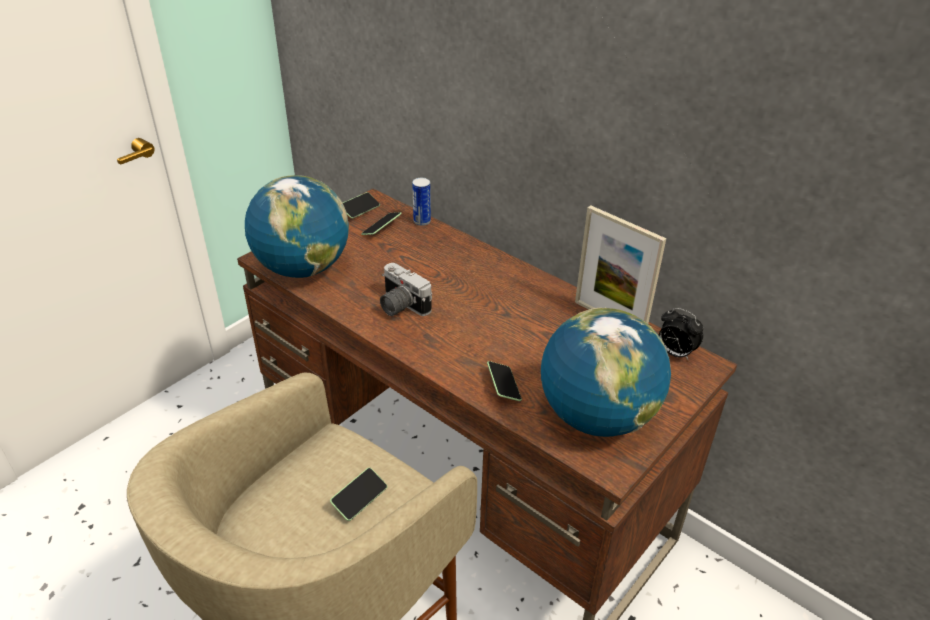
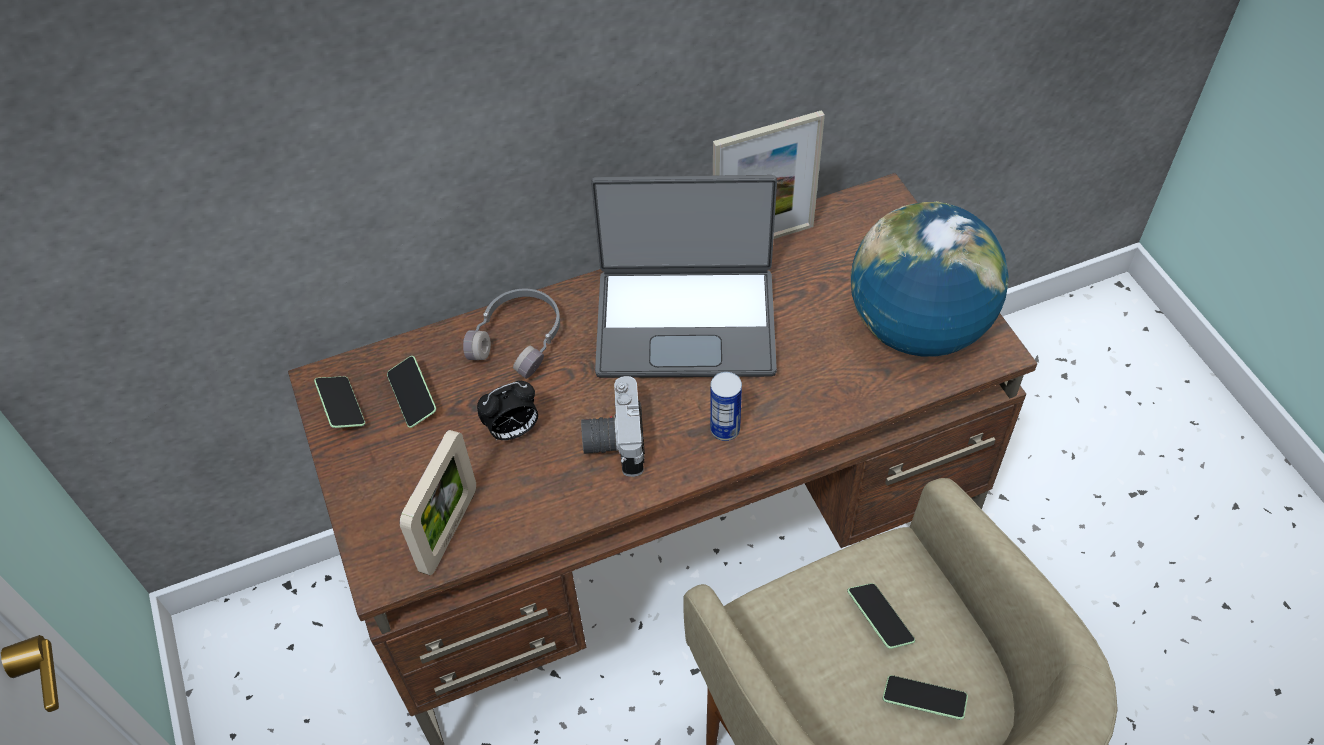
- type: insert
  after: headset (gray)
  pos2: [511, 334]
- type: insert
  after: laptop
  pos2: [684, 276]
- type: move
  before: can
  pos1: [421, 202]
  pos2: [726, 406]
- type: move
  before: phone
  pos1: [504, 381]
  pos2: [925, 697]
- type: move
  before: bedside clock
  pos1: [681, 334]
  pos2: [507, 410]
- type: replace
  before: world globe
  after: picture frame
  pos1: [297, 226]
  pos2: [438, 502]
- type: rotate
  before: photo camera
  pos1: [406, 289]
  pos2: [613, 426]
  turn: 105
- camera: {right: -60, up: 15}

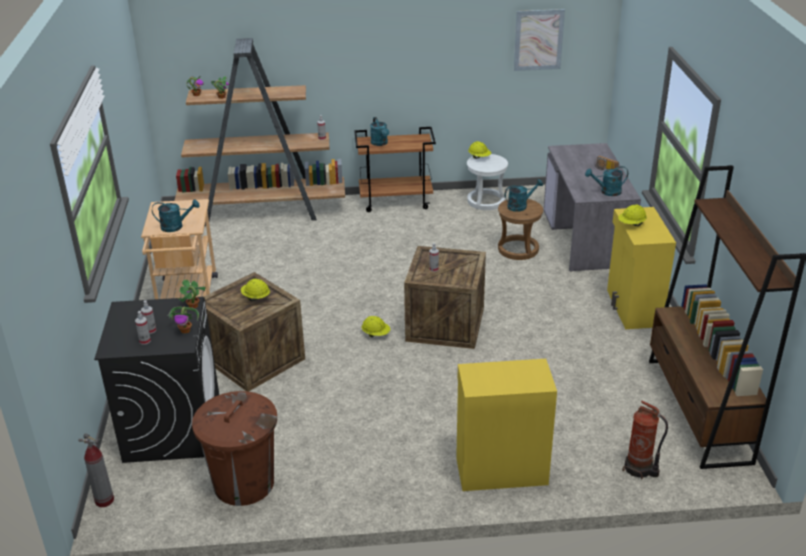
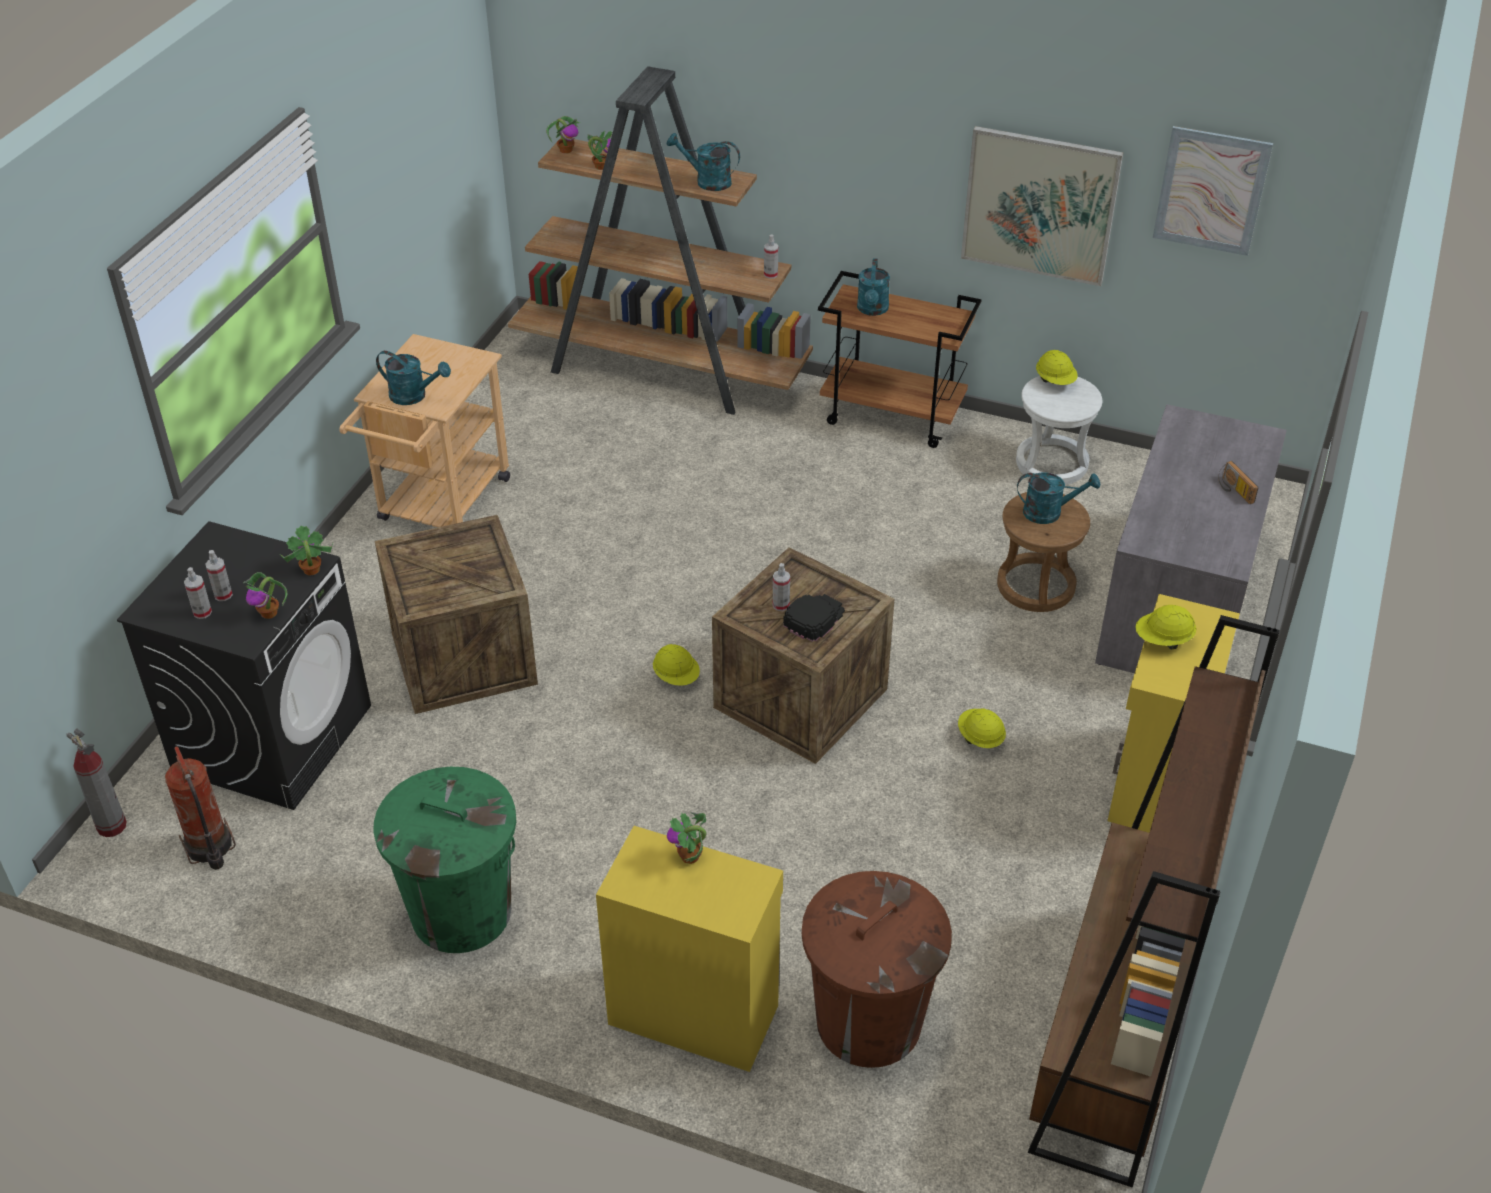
- type: insert
  after: trash can (greenish)
  pos2: [445, 860]
- type: insert
  after: houseplant
  pos2: [686, 838]
- type: insert
  after: baseball cap (black-coloured)
  pos2: [814, 618]
- type: insert
  after: wall picture
  pos2: [1042, 206]
- type: move
  before: trash can (brown-coloured)
  pos1: [234, 448]
  pos2: [877, 969]
- type: move
  before: hard hat (yellow)
  pos1: [255, 290]
  pos2: [982, 728]
- type: move
  before: watering pot (blue-green)
  pos1: [606, 181]
  pos2: [703, 162]
- type: move
  before: extinguisher
  pos1: [645, 440]
  pos2: [200, 808]
- camera: {right: 25, up: 10}

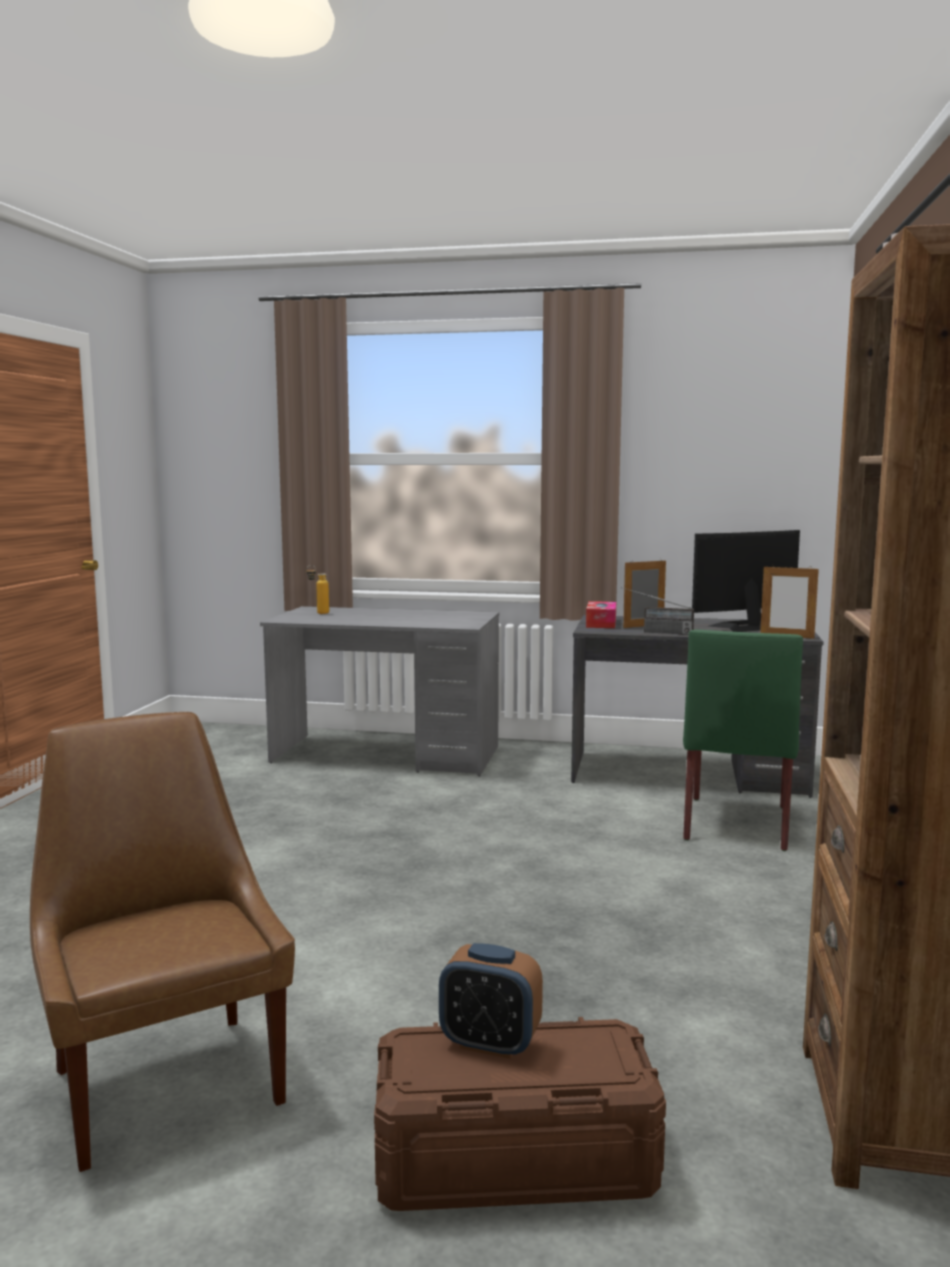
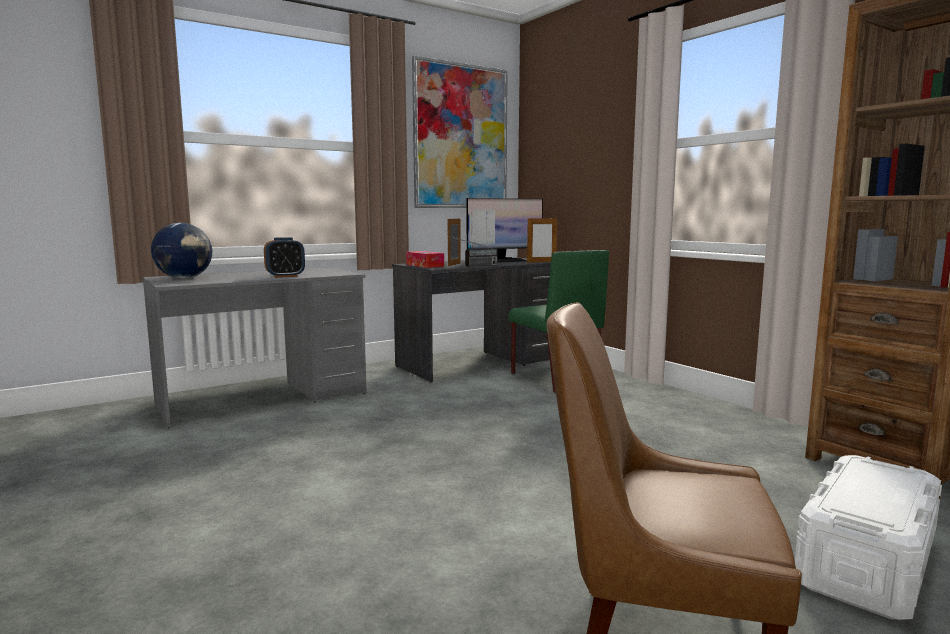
- type: insert
  after: wall picture
  pos2: [460, 132]
- type: move
  before: bedside clock
  pos1: [491, 1001]
  pos2: [284, 257]
- type: replace
  before: bottle
  after: world globe
  pos1: [317, 589]
  pos2: [181, 251]
- type: recolor
  before: storage box (brown-coloured)
  after: storage box (white-coloured)
  pos1: [520, 1114]
  pos2: [868, 537]
- type: rotate
  before: computer display
  pos1: [746, 581]
  pos2: [505, 230]
  turn: -135
- camera: {right: -45, up: 0}

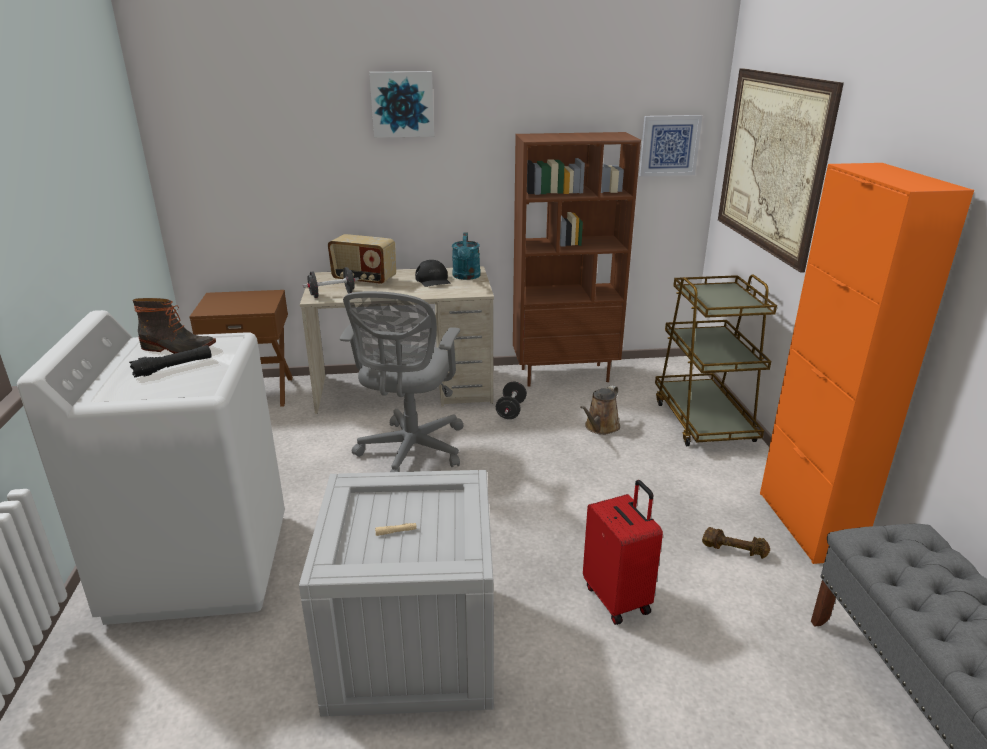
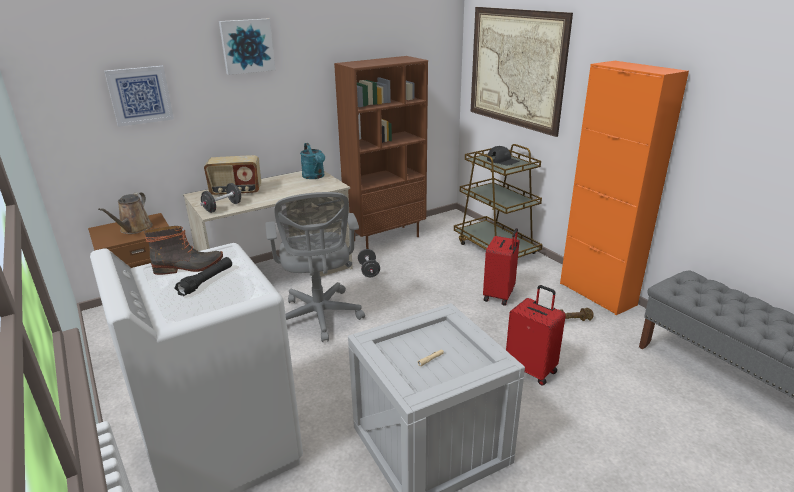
- type: insert
  after: piece of luggage (red)
  pos2: [501, 267]
- type: move
  before: baseball cap (black-coloured)
  pos1: [432, 273]
  pos2: [503, 155]
- type: move
  before: watering pot (brown-coloured)
  pos1: [600, 410]
  pos2: [125, 213]
- type: move
  before: wall picture
  pos1: [670, 146]
  pos2: [139, 96]
- camera: {right: -25, up: 0}

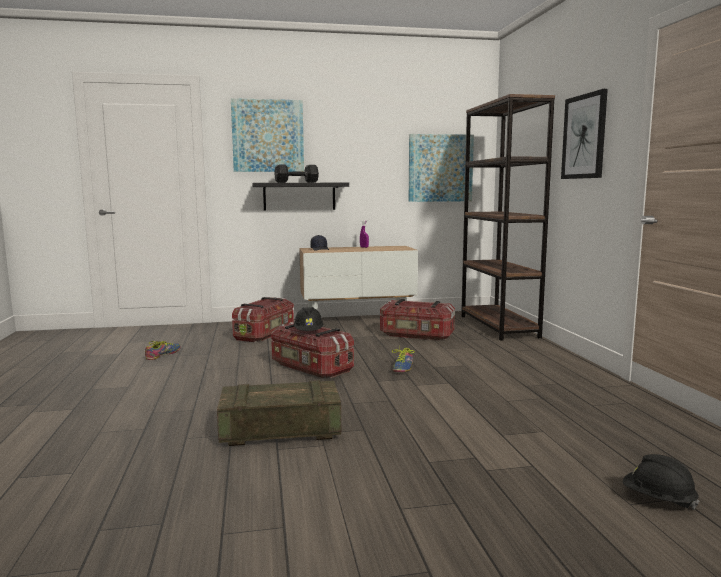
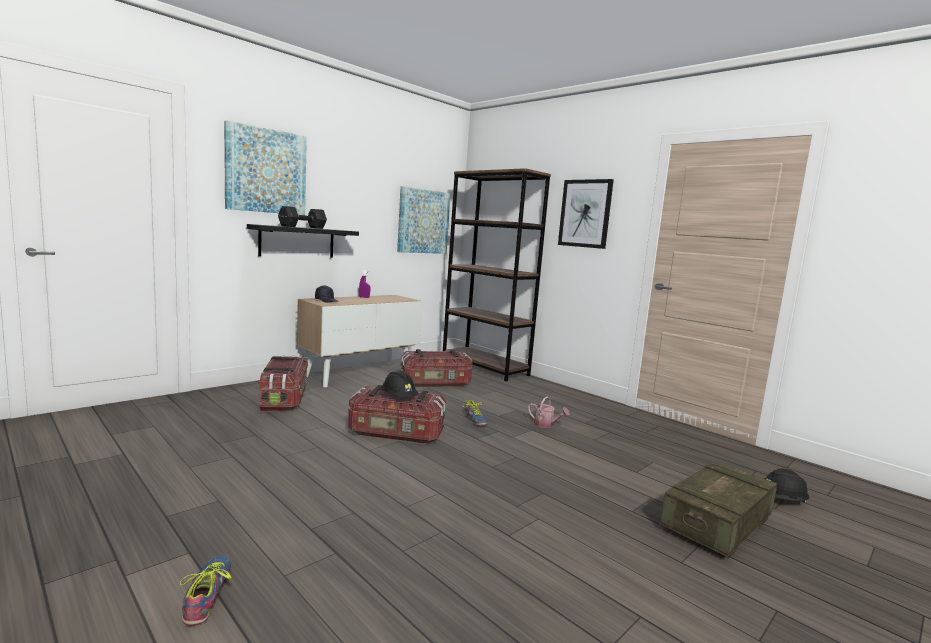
- type: insert
  after: watering pot
  pos2: [549, 412]
- type: move
  before: low shoe
  pos1: [163, 350]
  pos2: [206, 589]
- type: move
  before: crate
  pos1: [279, 413]
  pos2: [718, 509]
- camera: {right: -35, up: 0}

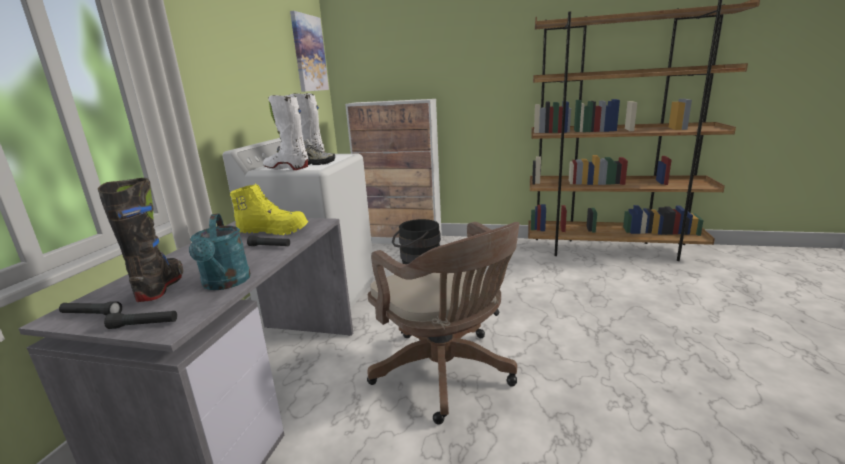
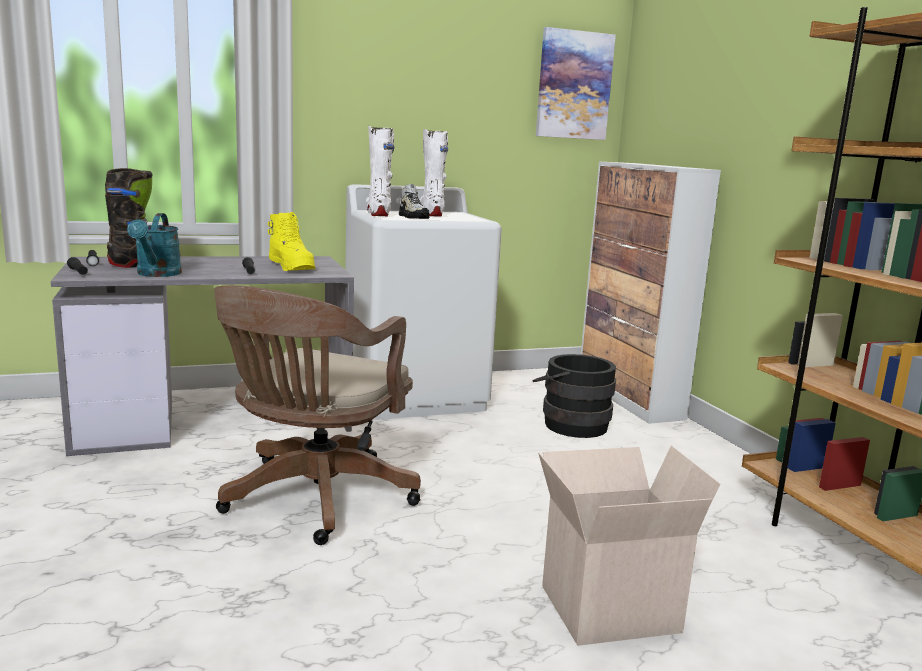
- type: insert
  after: cardboard box
  pos2: [629, 546]
- type: rotate
  before: watering pot (blue-green)
  pos1: [220, 251]
  pos2: [154, 245]
  turn: -45
- camera: {right: 55, up: -5}

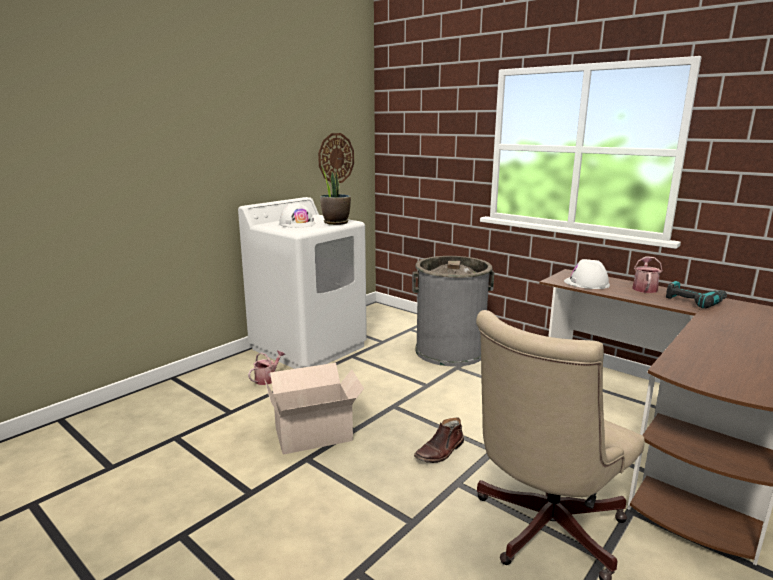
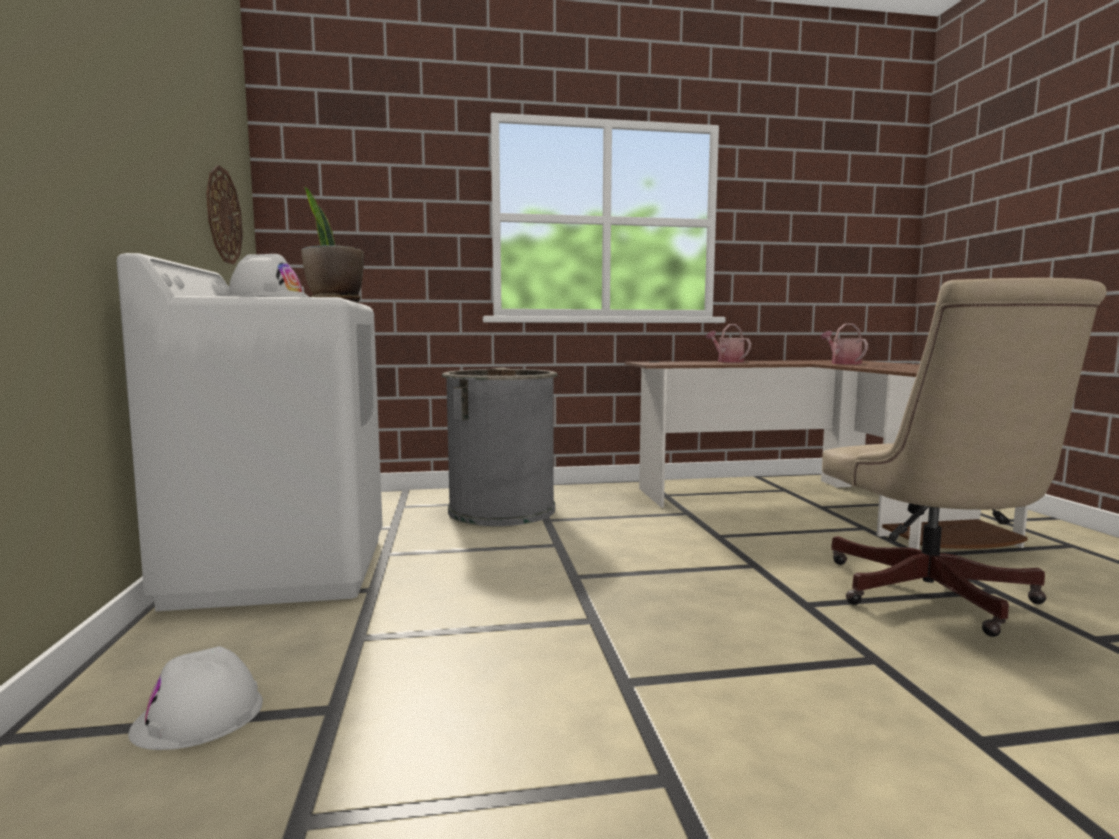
- type: delete
  before: cardboard box
  pos1: [314, 409]
- type: delete
  before: high-top boot (brown-coloured)
  pos1: [439, 440]
- type: delete
  before: electric drill
  pos1: [696, 294]
- type: move
  before: watering pot
  pos1: [266, 367]
  pos2: [844, 344]
- type: move
  before: hard hat (white-coloured)
  pos1: [587, 274]
  pos2: [195, 698]
- camera: {right: -50, up: -10}

